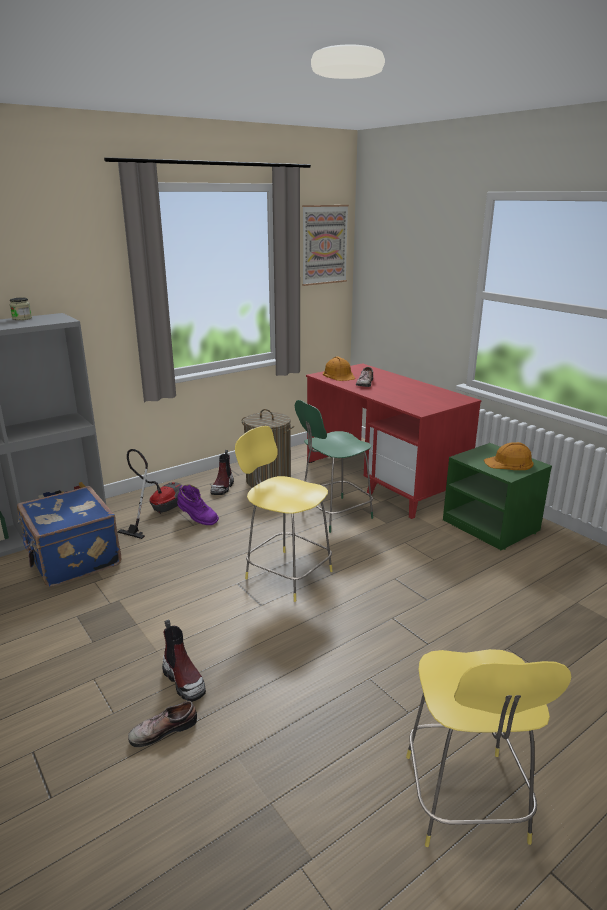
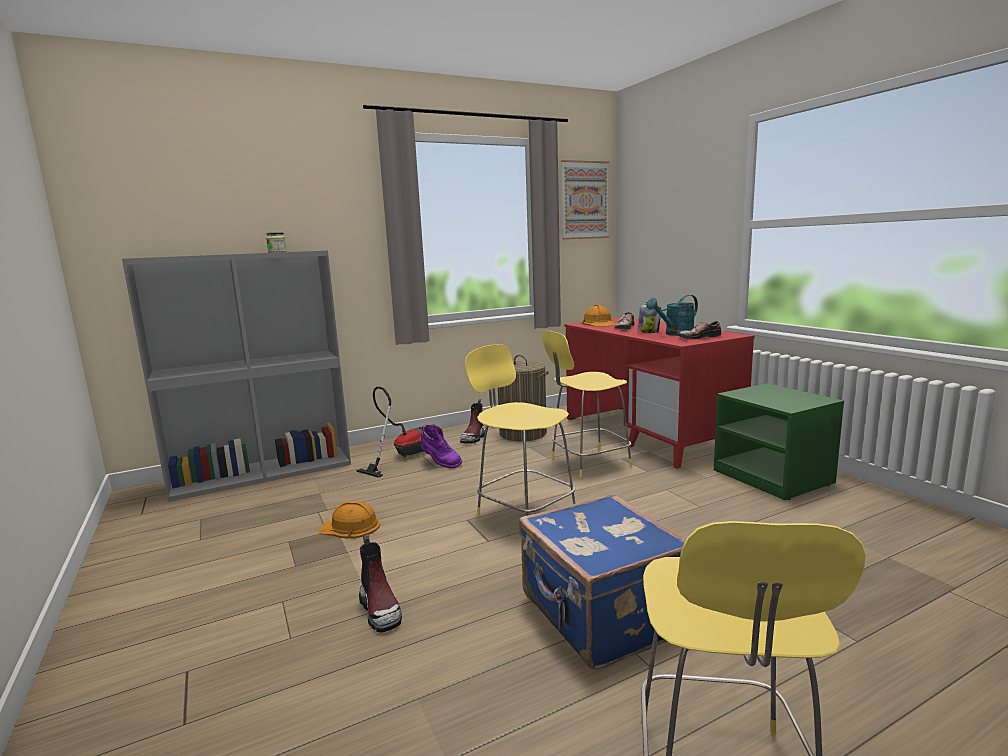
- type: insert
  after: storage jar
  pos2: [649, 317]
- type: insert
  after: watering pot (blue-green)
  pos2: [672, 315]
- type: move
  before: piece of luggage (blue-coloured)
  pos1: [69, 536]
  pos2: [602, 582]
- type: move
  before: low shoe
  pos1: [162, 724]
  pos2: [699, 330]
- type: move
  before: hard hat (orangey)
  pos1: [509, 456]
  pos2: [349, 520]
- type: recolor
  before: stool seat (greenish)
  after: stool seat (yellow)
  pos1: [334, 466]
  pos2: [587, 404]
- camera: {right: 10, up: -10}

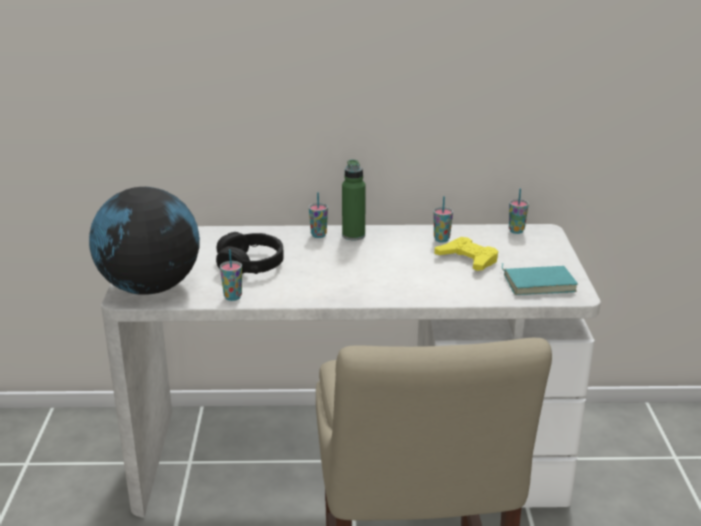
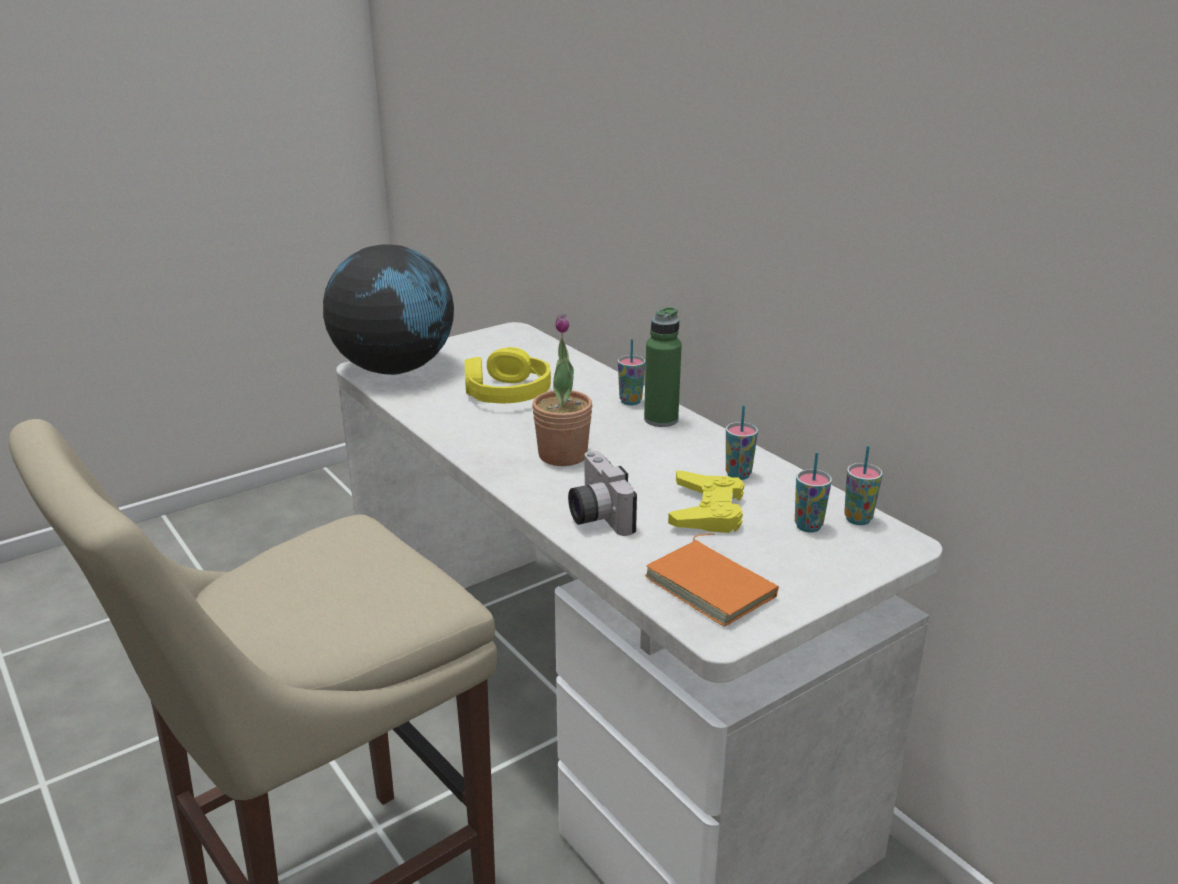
- type: insert
  after: houseplant
  pos2: [562, 390]
- type: insert
  after: photo camera
  pos2: [602, 493]
- type: move
  before: cup
  pos1: [231, 275]
  pos2: [813, 492]
- type: recolor
  before: headset (black-coloured)
  after: headset (yellow)
  pos1: [250, 253]
  pos2: [508, 375]
- type: recolor
  before: volume (blue-green)
  after: volume (orangey)
  pos1: [539, 279]
  pos2: [712, 580]
- camera: {right: 55, up: 0}

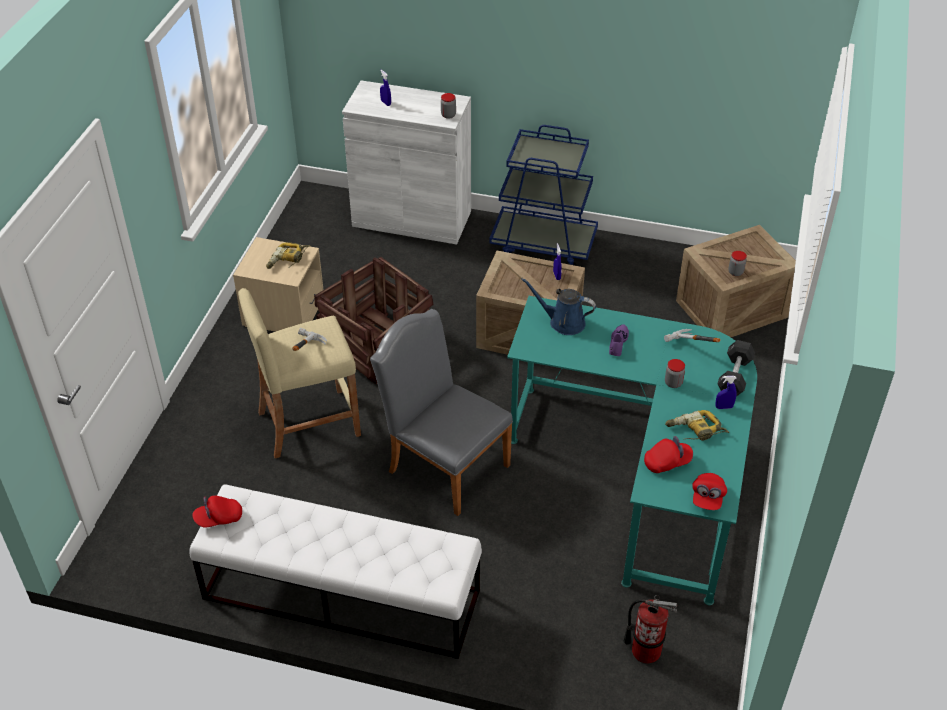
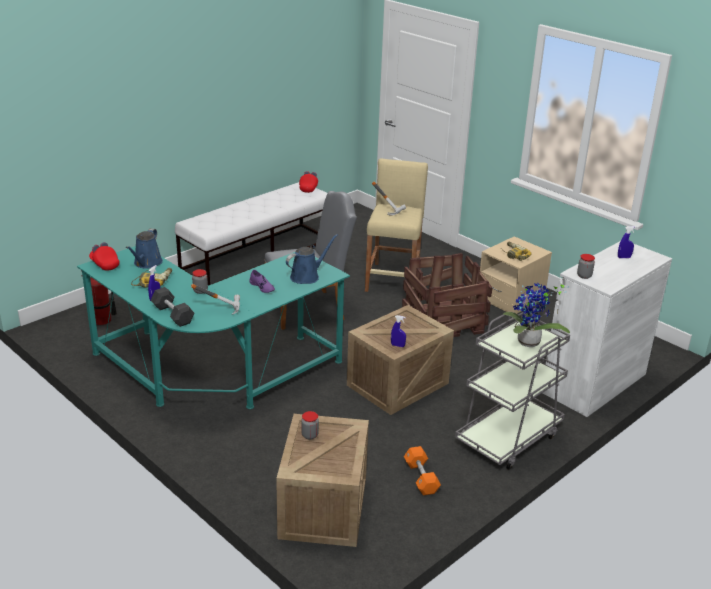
- type: insert
  after: free weight (orangey)
  pos2: [422, 471]
- type: insert
  after: houseplant
  pos2: [536, 315]
- type: replace
  before: baseball cap (red)
  after: watering pot (blue-coloured)
  pos1: [668, 454]
  pos2: [144, 249]
- type: recolor
  before: trolley (blue-coloured)
  after: trolley (gray)
  pos1: [543, 195]
  pos2: [512, 391]
- camera: {right: 120, up: -15}

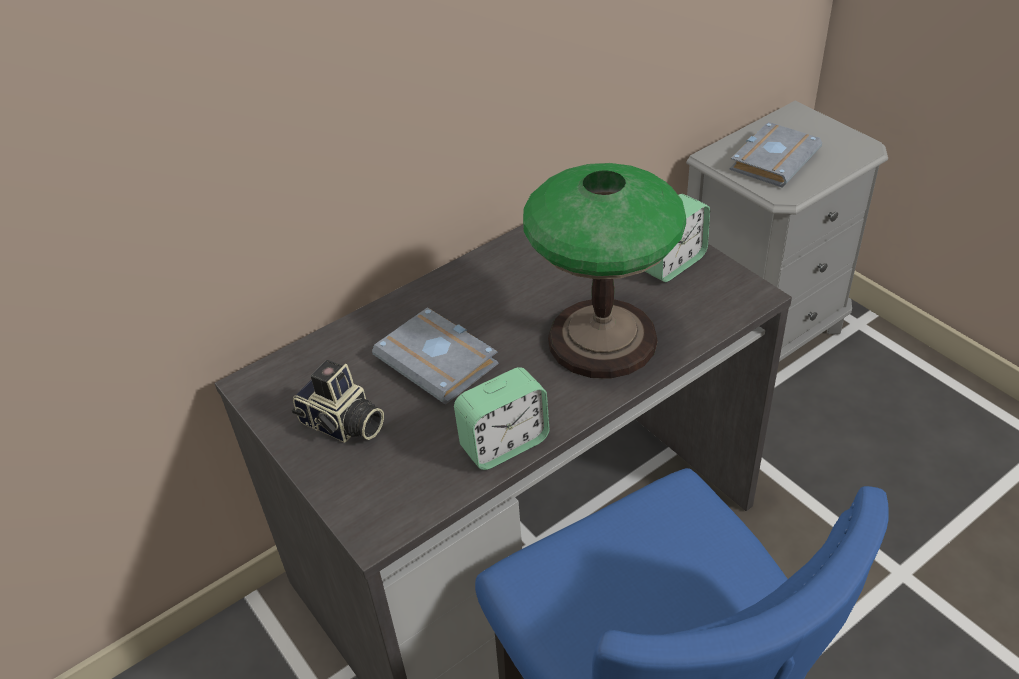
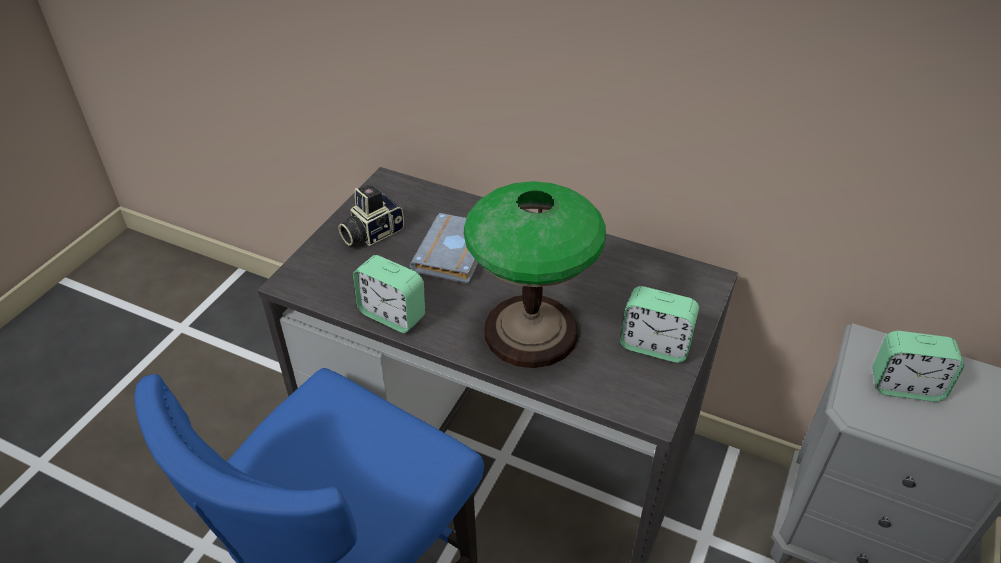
- type: replace
  before: volume (gray)
  after: bedside clock
  pos1: [776, 154]
  pos2: [918, 366]
- type: rotate
  before: photo camera
  pos1: [338, 401]
  pos2: [371, 215]
  turn: 45
- camera: {right: 60, up: 0}

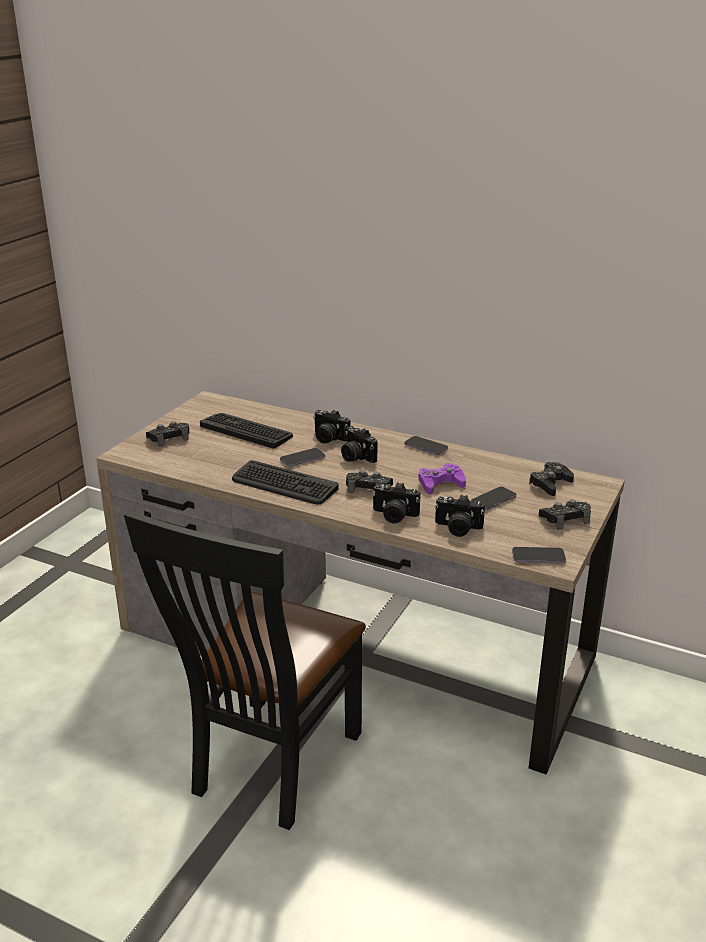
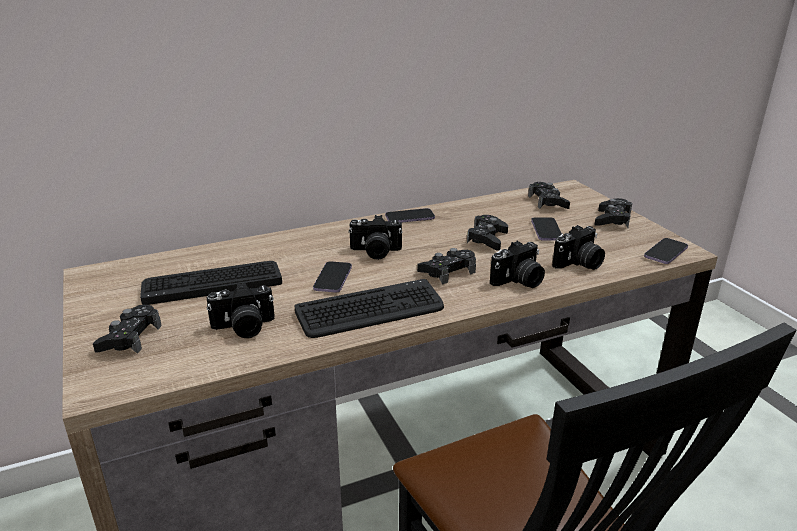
- type: move
  before: photo camera
  pos1: [332, 427]
  pos2: [241, 310]
- type: recolor
  before: game controller (purplish)
  after: game controller (black-coloured)
  pos1: [442, 478]
  pos2: [487, 233]
- camera: {right: -50, up: 0}

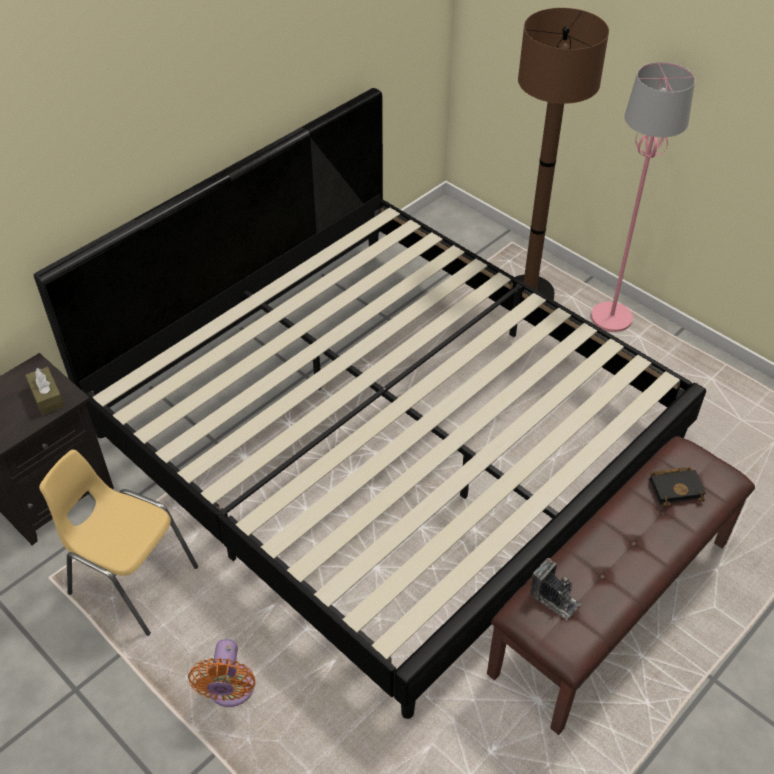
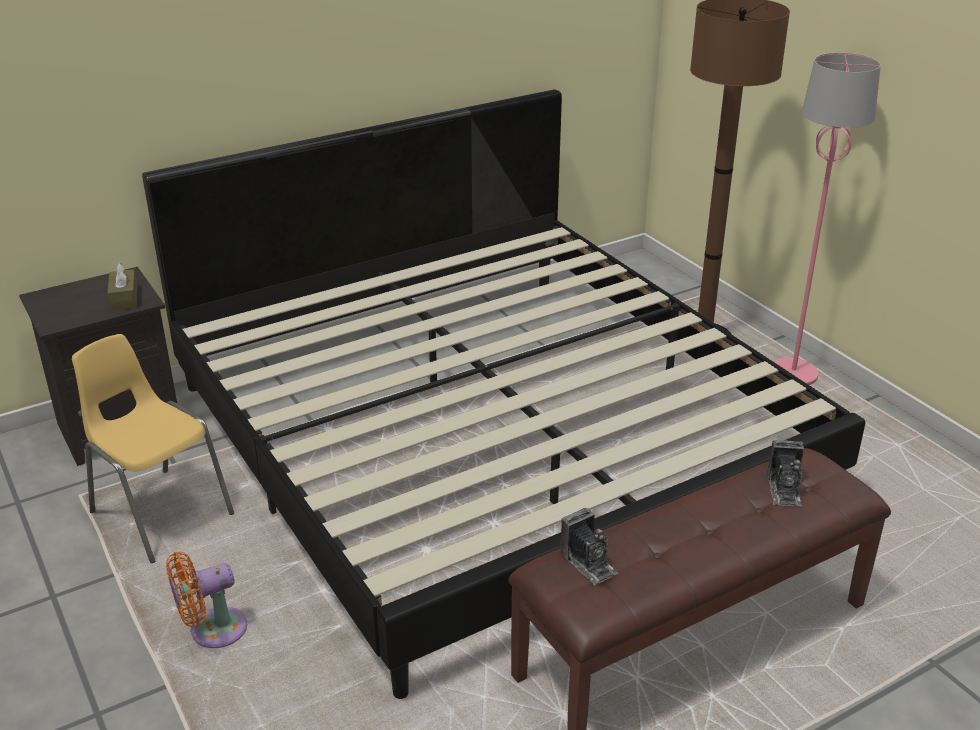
- type: replace
  before: volume (black-coloured)
  after: photo camera
  pos1: [677, 487]
  pos2: [785, 473]
- type: rotate
  before: electric fan (orangey)
  pos1: [222, 673]
  pos2: [206, 600]
  turn: 45
- camera: {right: 15, up: -15}

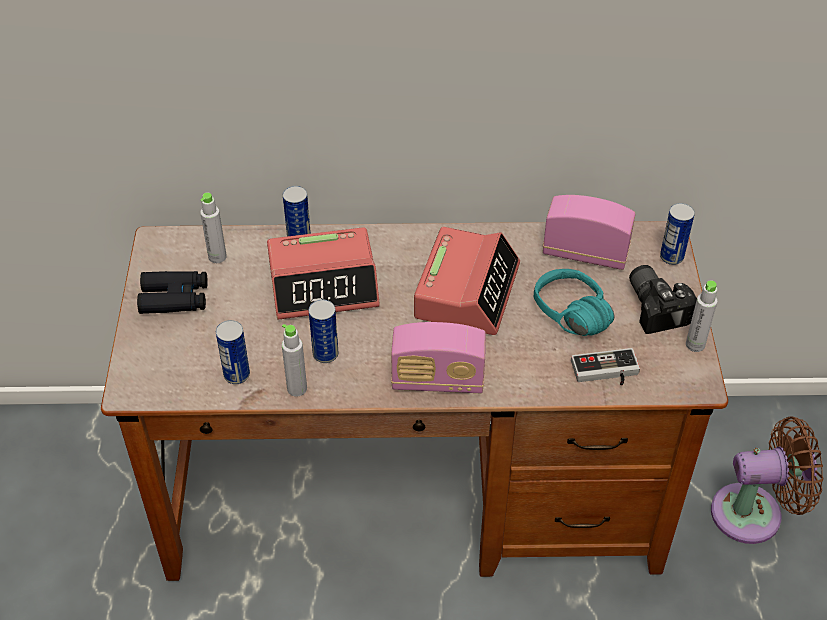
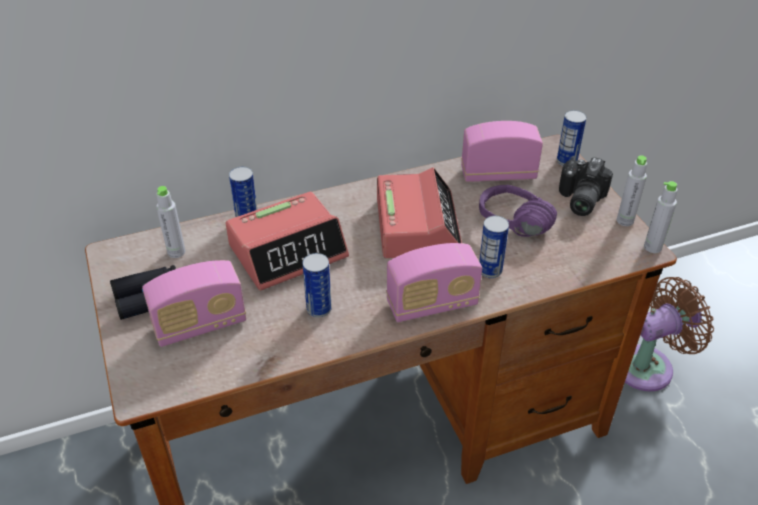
- type: delete
  before: game controller
  pos1: [605, 366]
- type: insert
  after: radio receiver
  pos2: [194, 303]
- type: move
  before: can
  pos1: [233, 352]
  pos2: [494, 247]
- type: move
  before: bottle (gray)
  pos1: [294, 360]
  pos2: [661, 217]
- type: recolor
  before: headset (blue-green)
  after: headset (purplish)
  pos1: [574, 302]
  pos2: [518, 211]
- type: rotate
  before: photo camera
  pos1: [663, 299]
  pos2: [586, 186]
  turn: -120
- camera: {right: -20, up: -5}

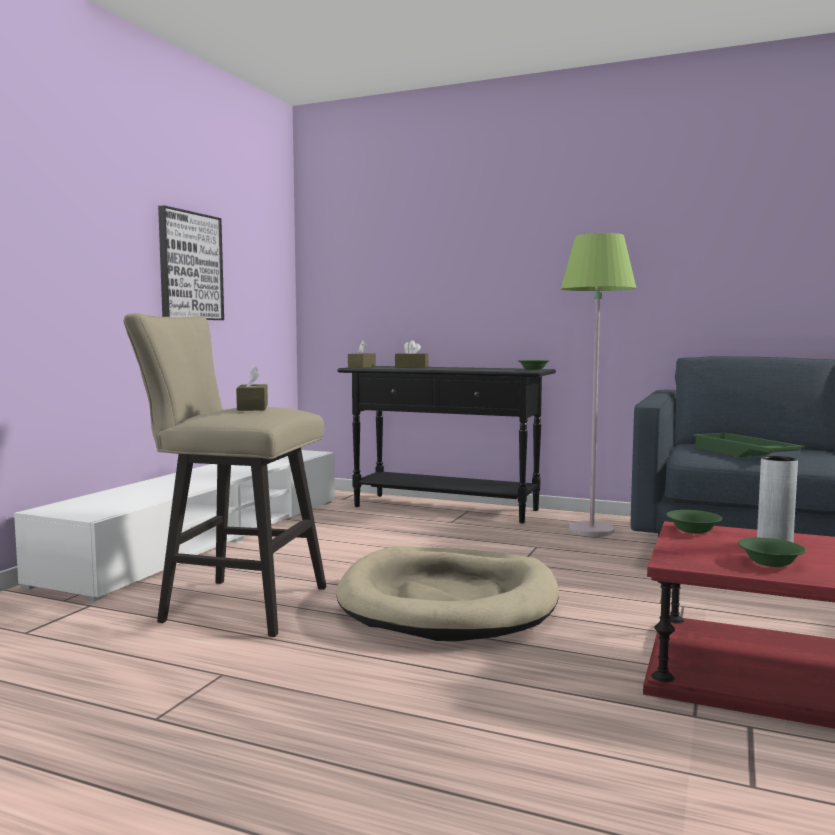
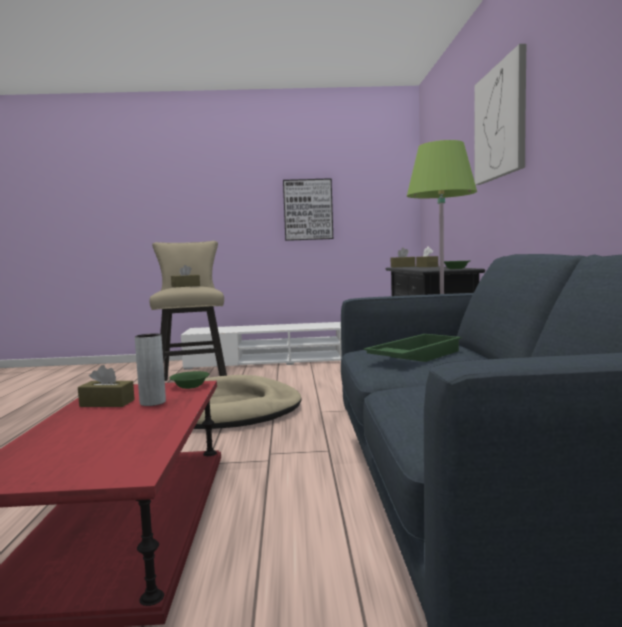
- type: insert
  after: wall picture
  pos2: [500, 114]
- type: replace
  before: deep dish (greenish)
  after: tissue holder (brown-coloured)
  pos1: [772, 552]
  pos2: [106, 386]
- camera: {right: 65, up: 0}

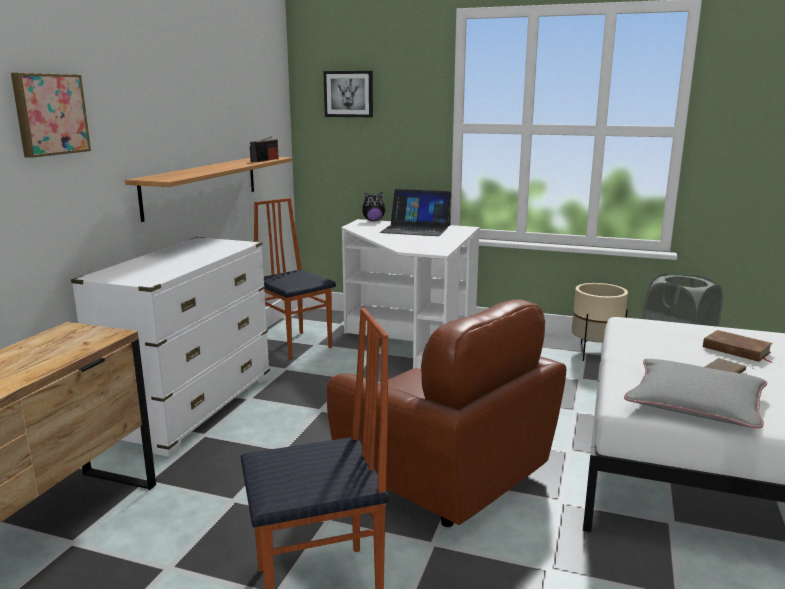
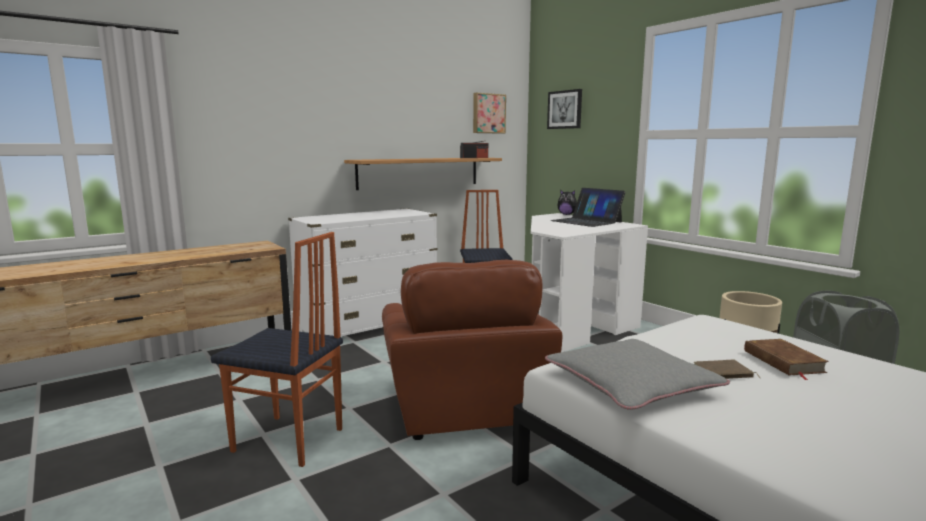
- type: move
  before: wall picture
  pos1: [51, 115]
  pos2: [489, 113]
- camera: {right: 35, up: -5}

